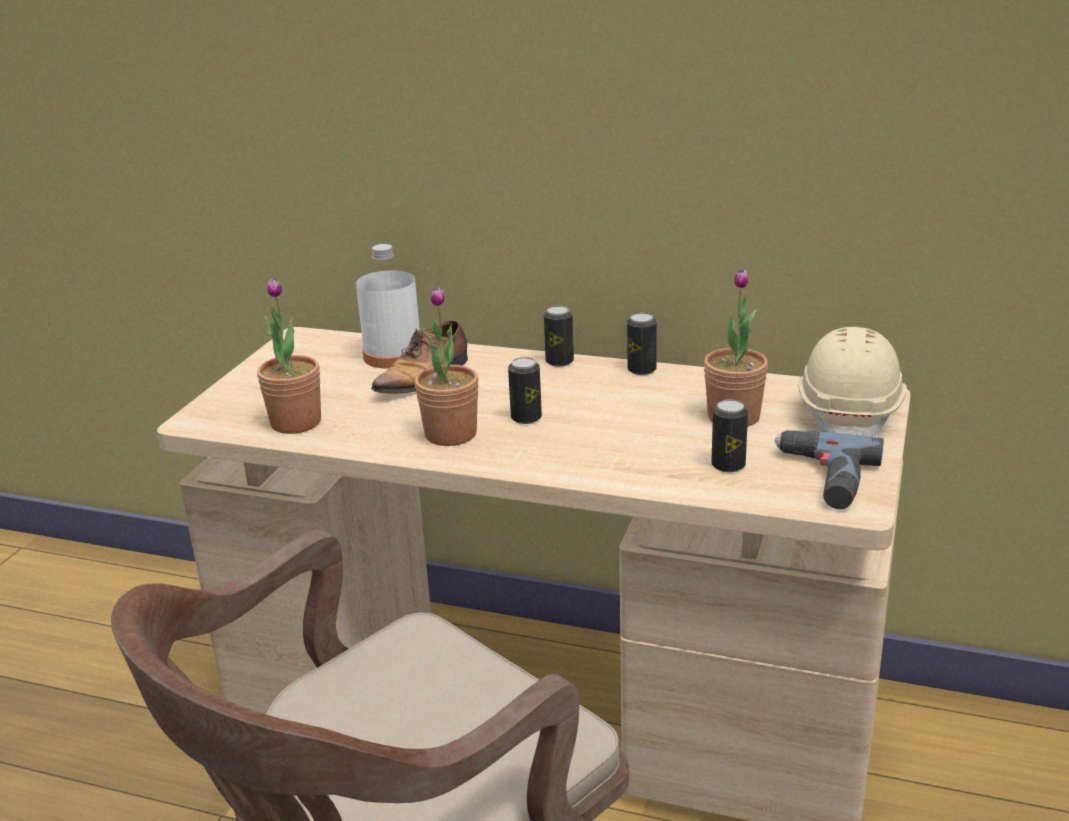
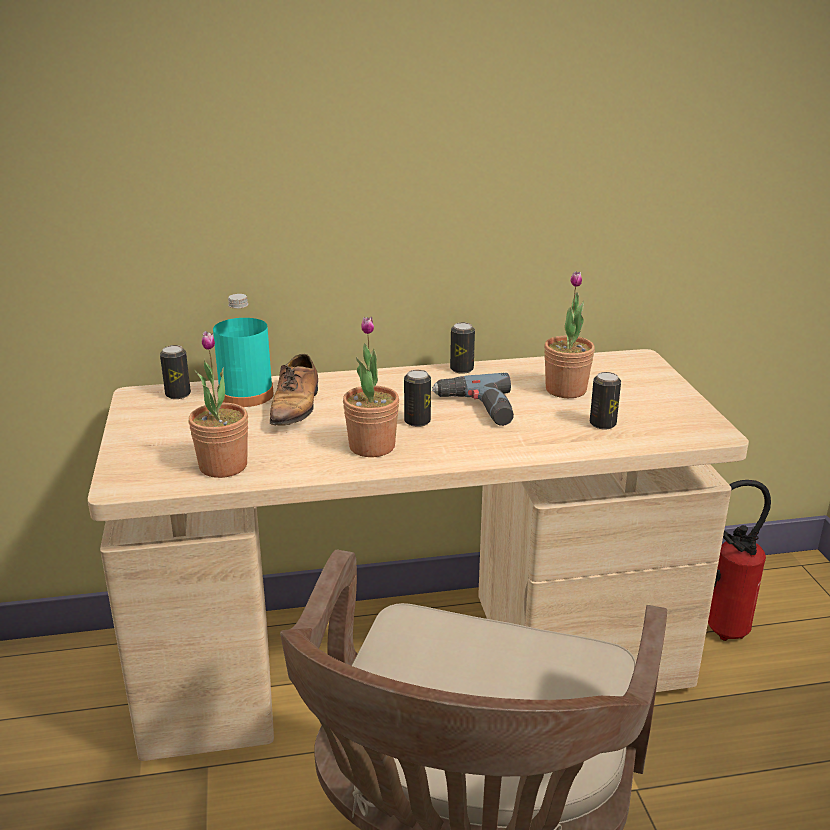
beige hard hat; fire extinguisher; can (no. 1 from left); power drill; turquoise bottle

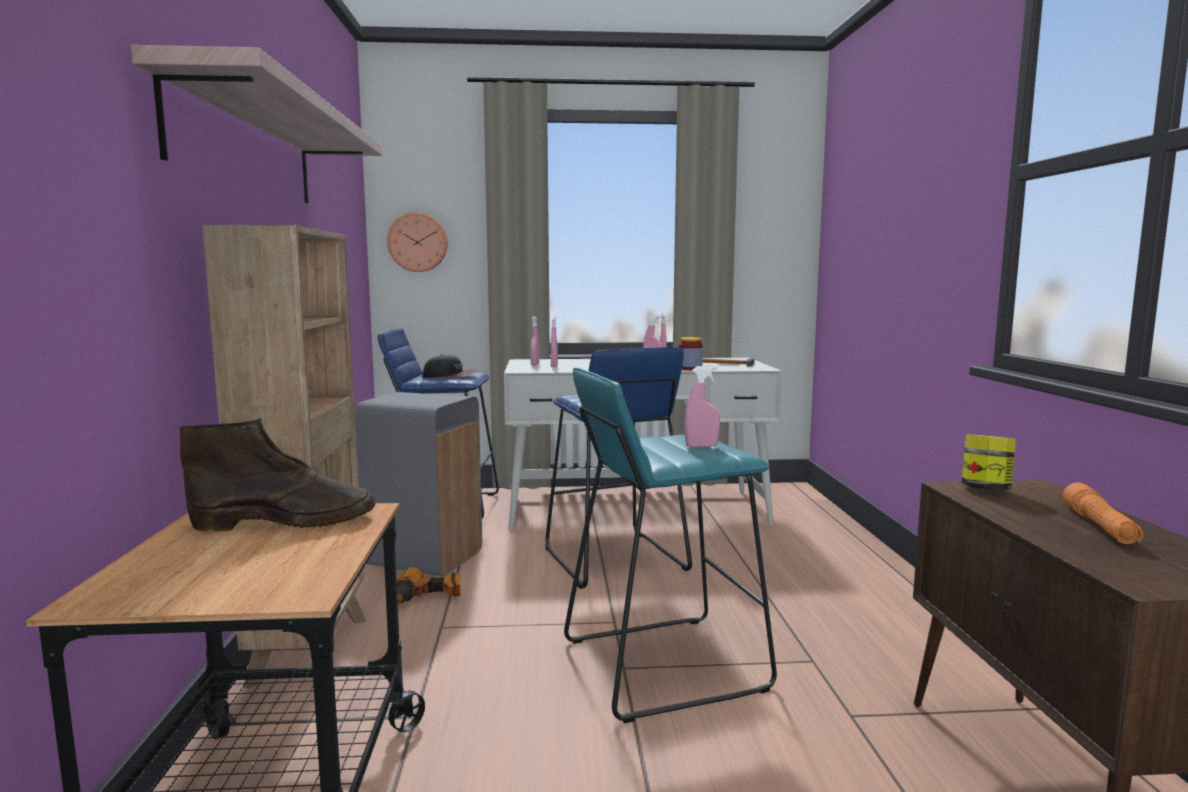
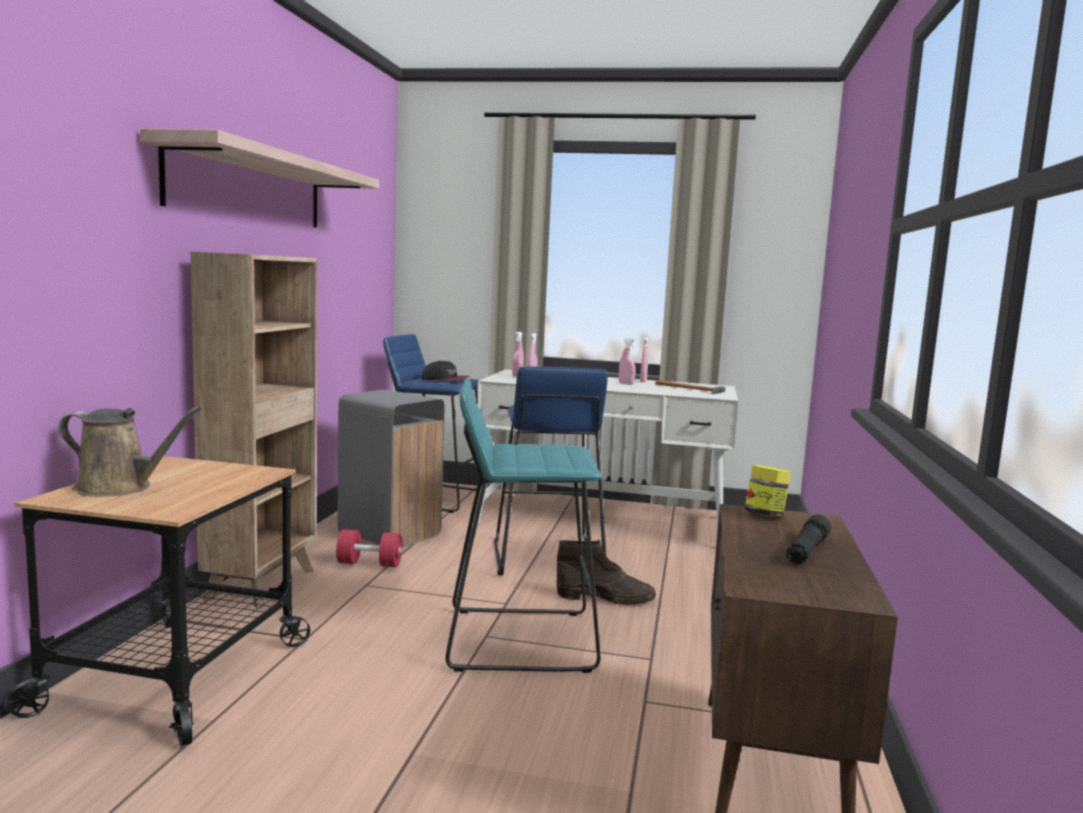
wall clock; jar (no. 1 from left in the first image); pink spray bottle (no. 5 from left in the first image); brown watering can; brown boot; red dumbbell; black flashlight

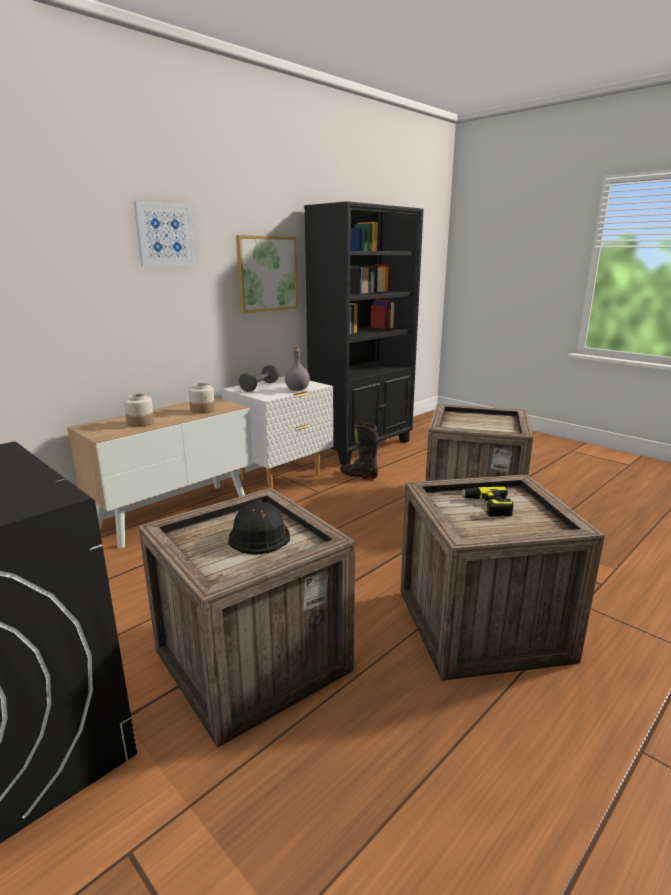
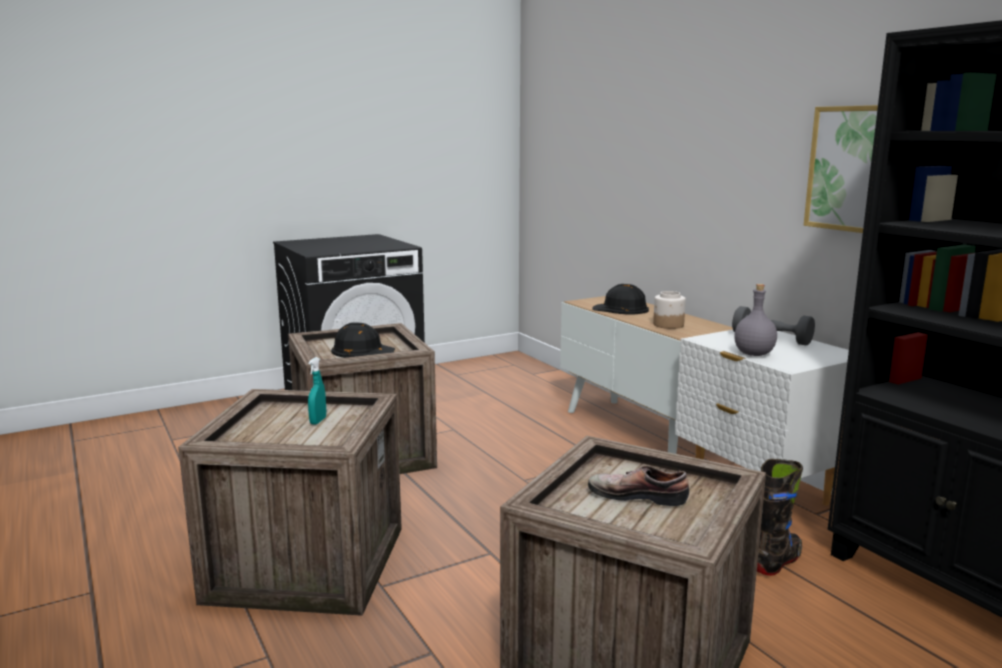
picture (no. 1 from left in the first image); shoe; black hard hat (no. 2 from left); turquoise spray bottle

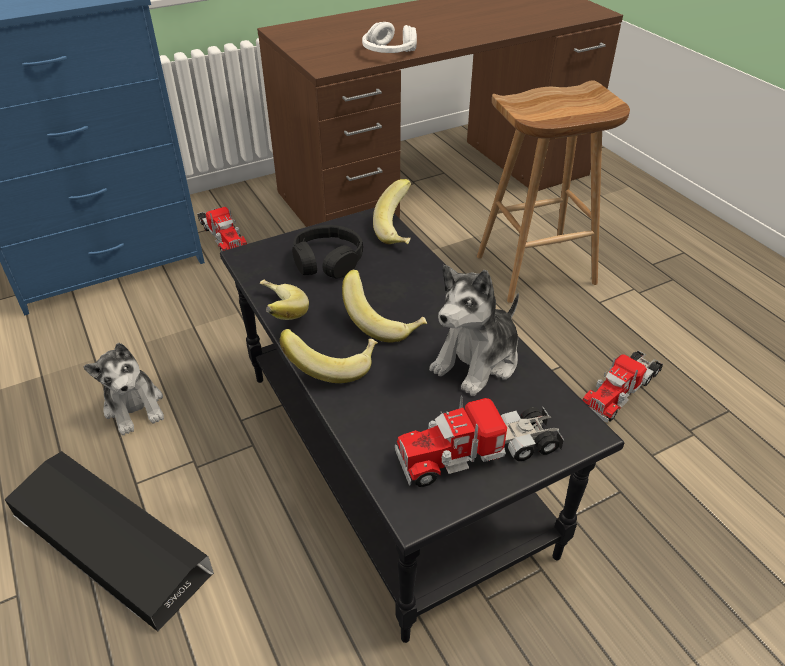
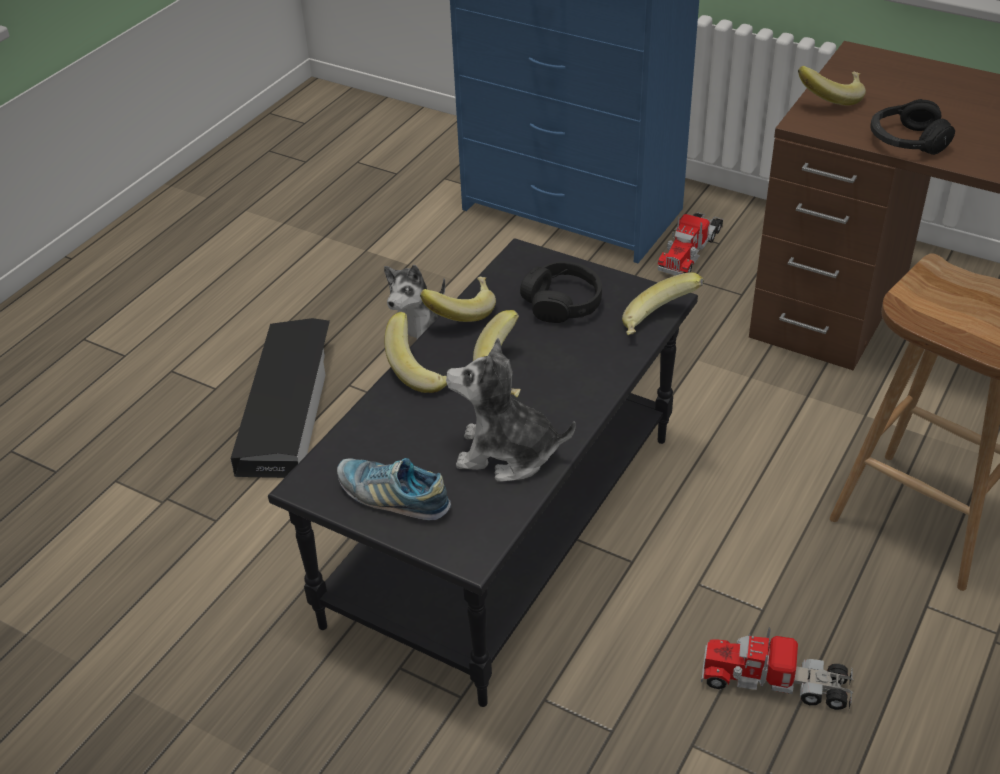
banana (no. 5 from left); shoe; black headphones (no. 2 from left)

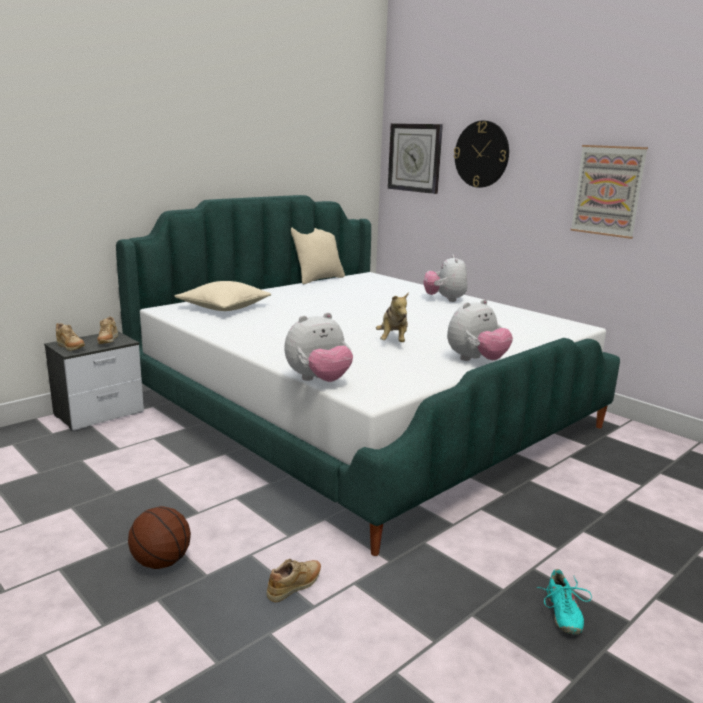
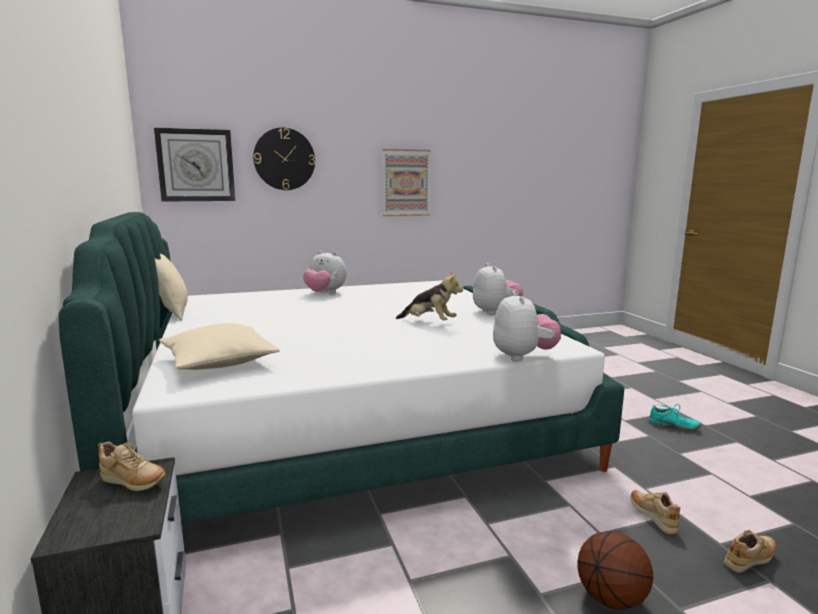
beige shoe (no. 3 from left)

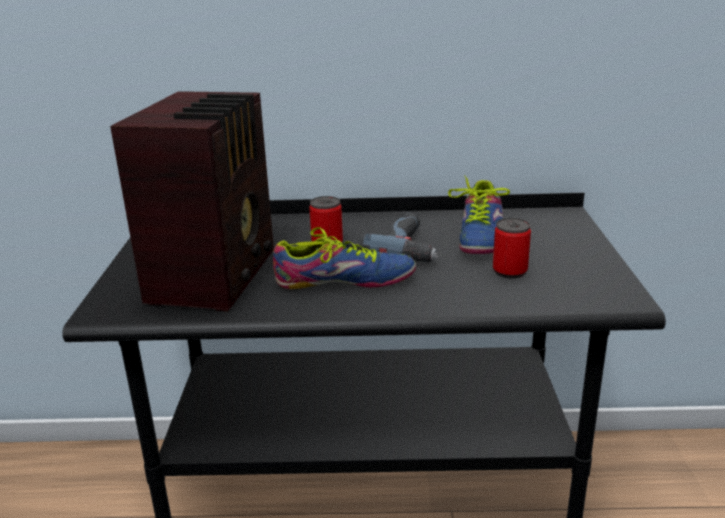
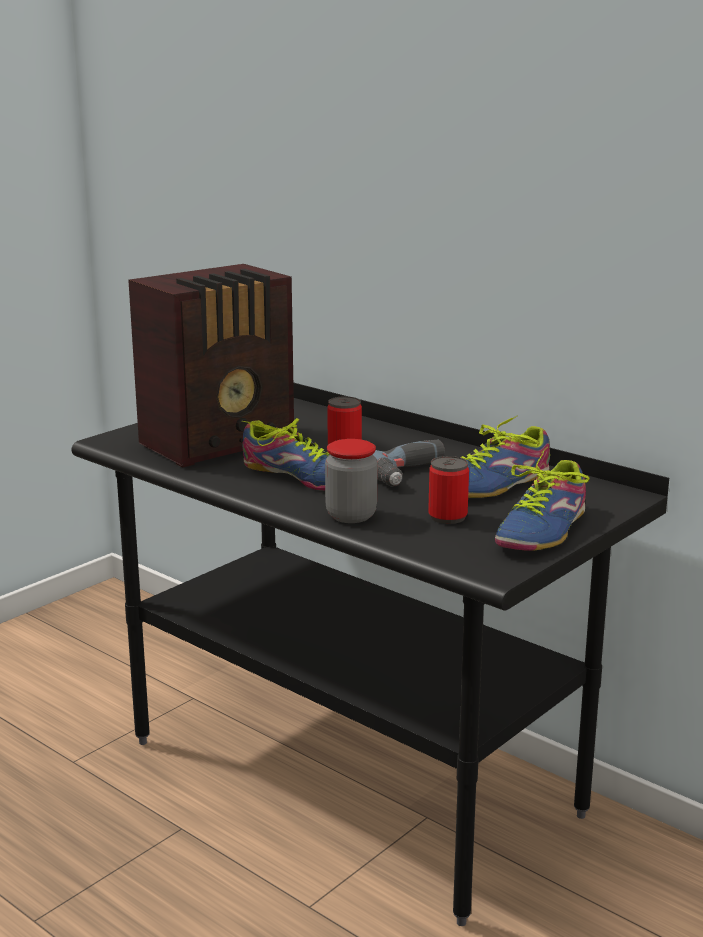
jar; shoe (no. 3 from left)

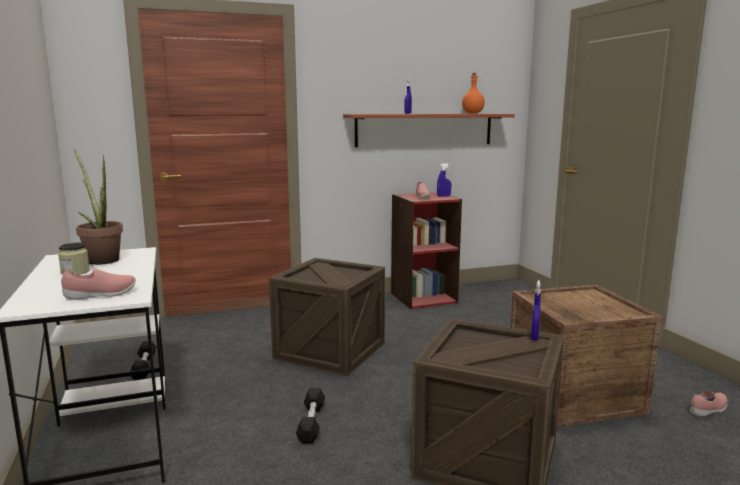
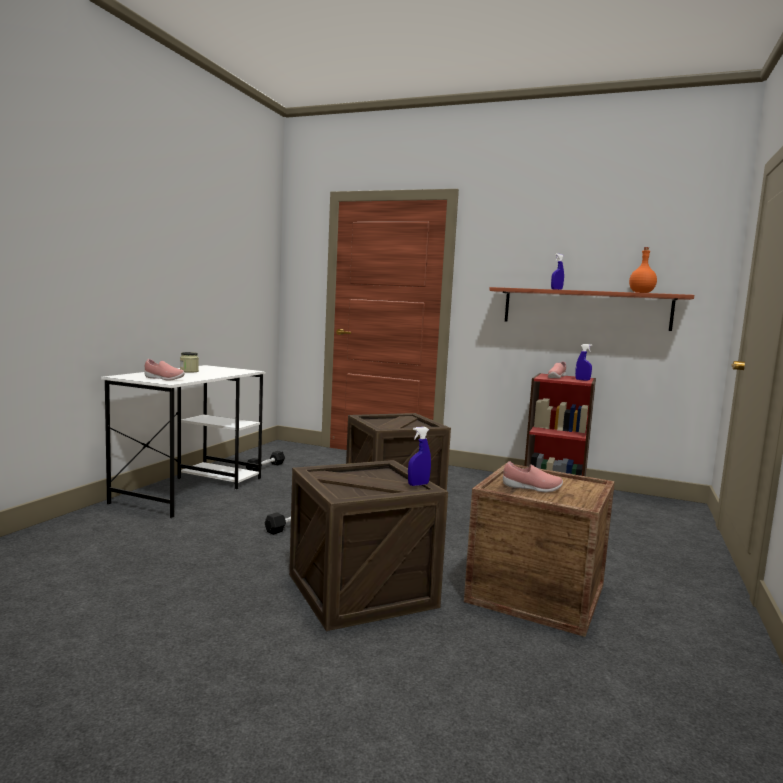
potted plant; pink shoe (no. 2 from left)

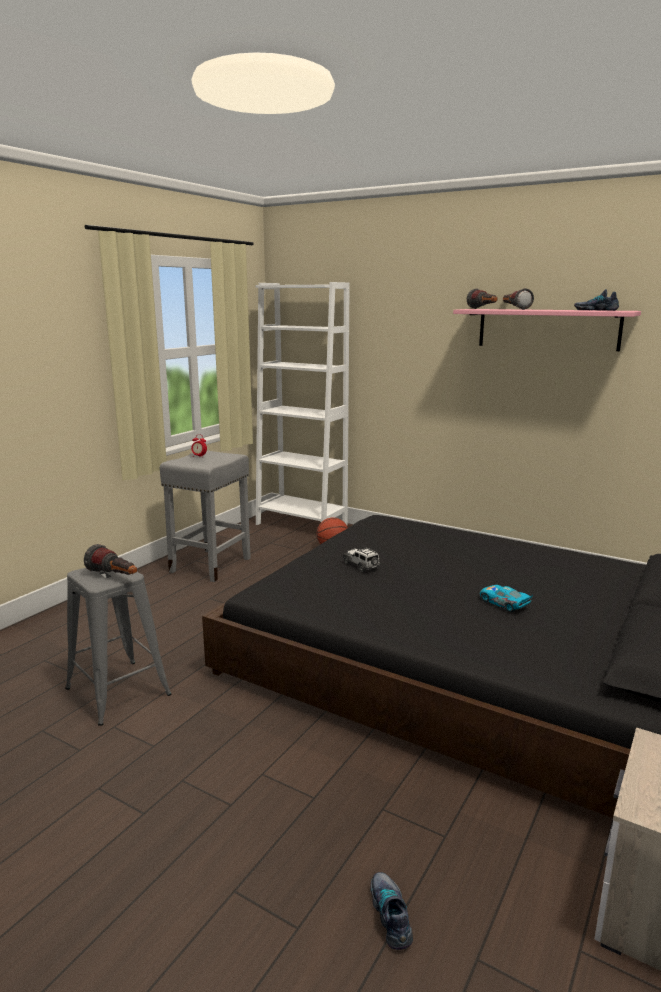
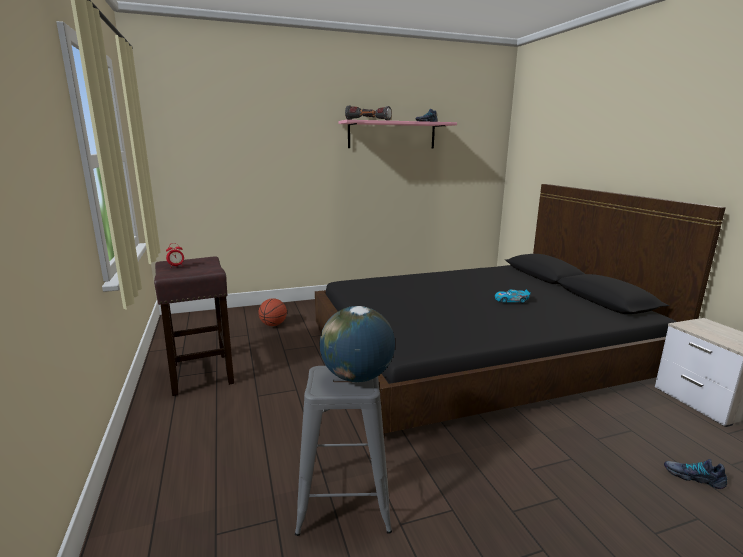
white bookcase; toy car (no. 1 from left in the first image); globe; brown stool

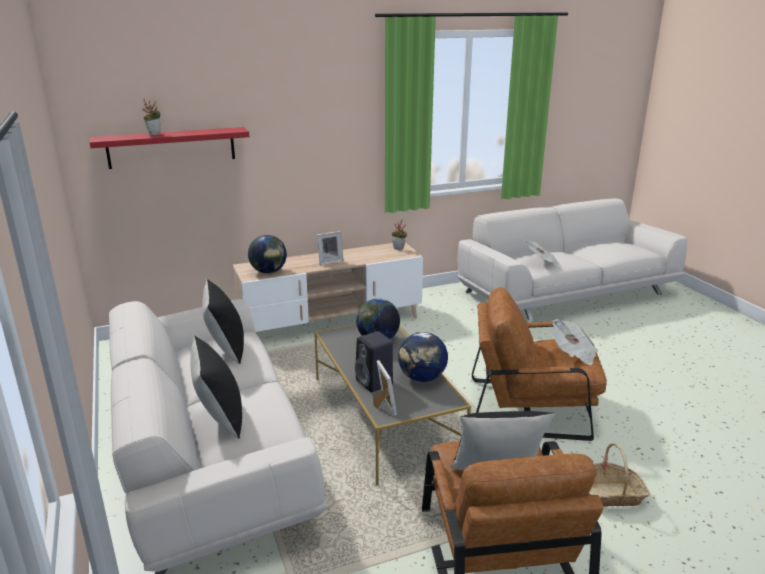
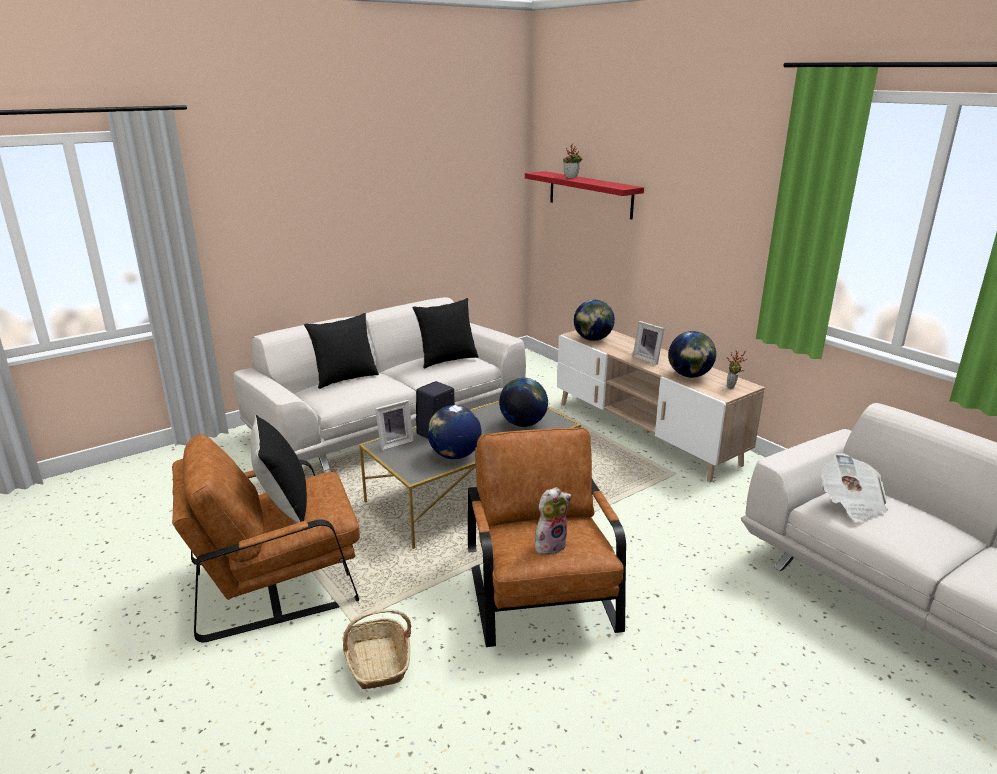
globe (no. 4 from left); plush toy

